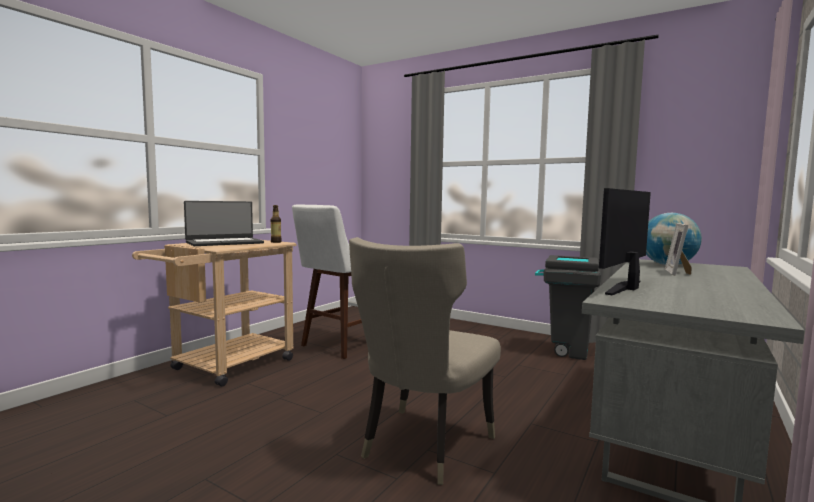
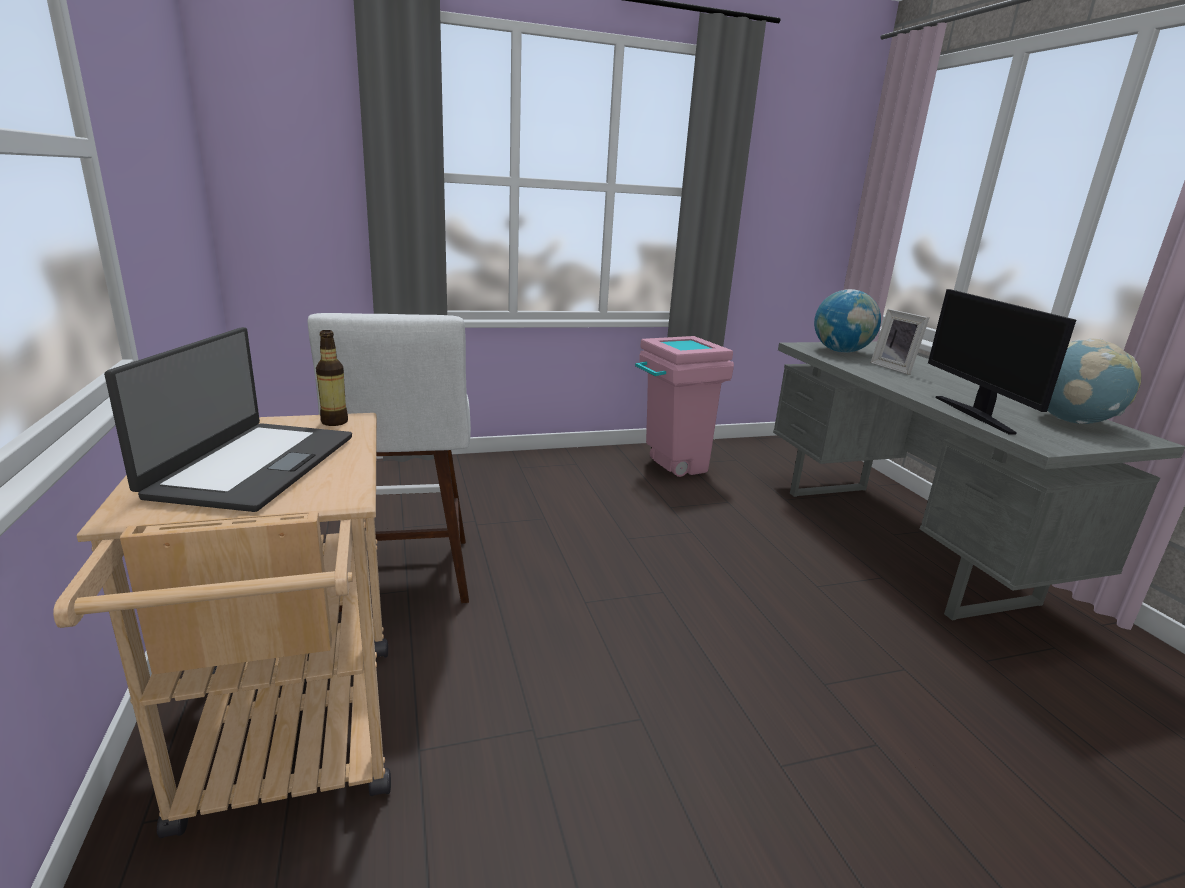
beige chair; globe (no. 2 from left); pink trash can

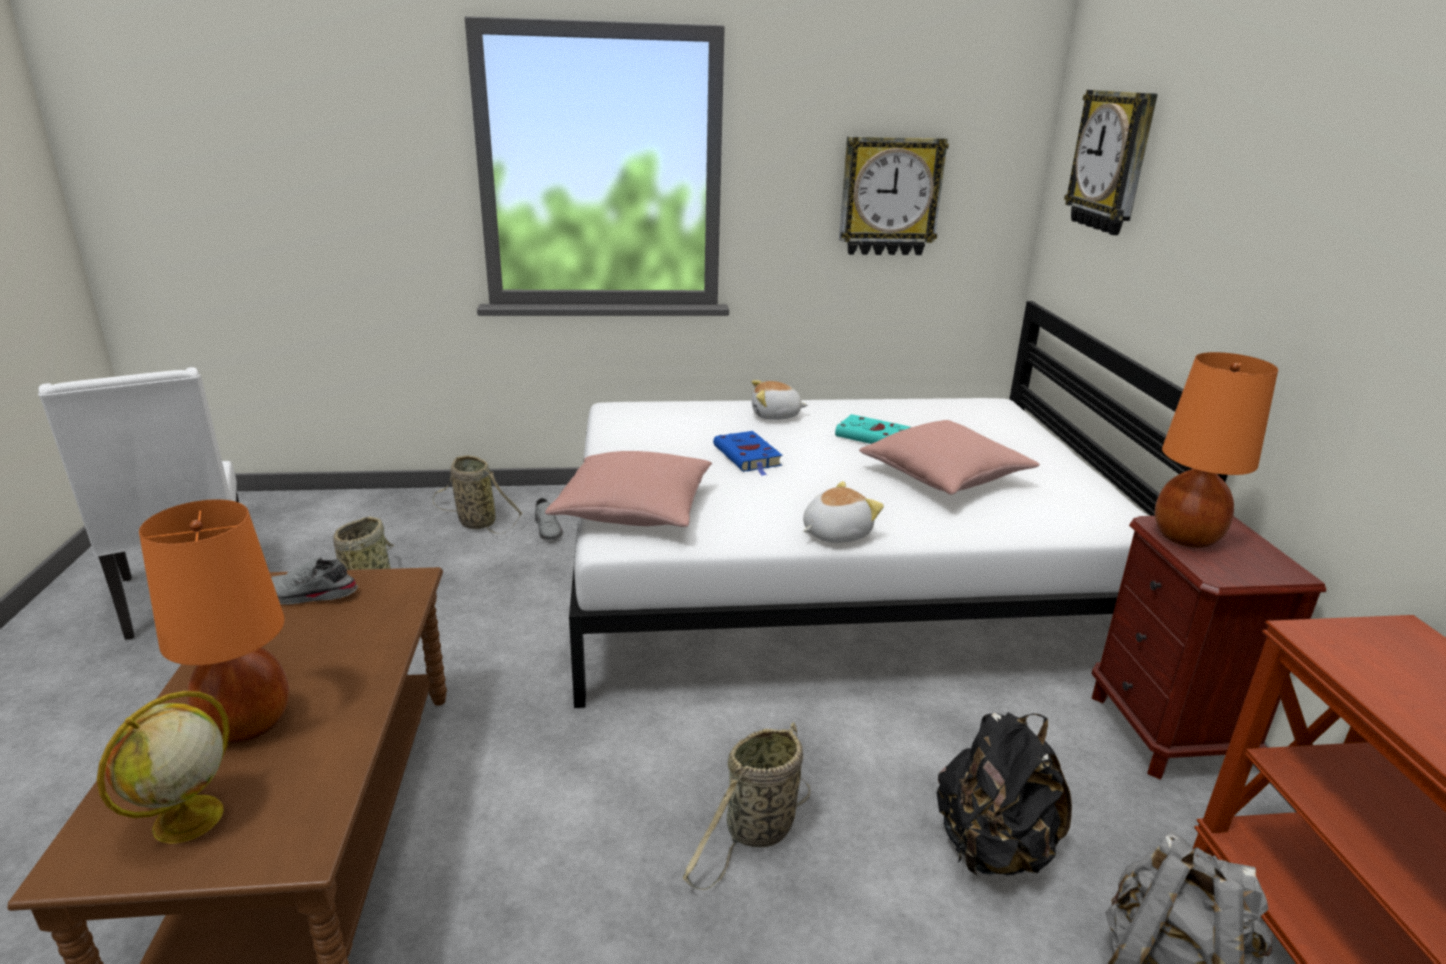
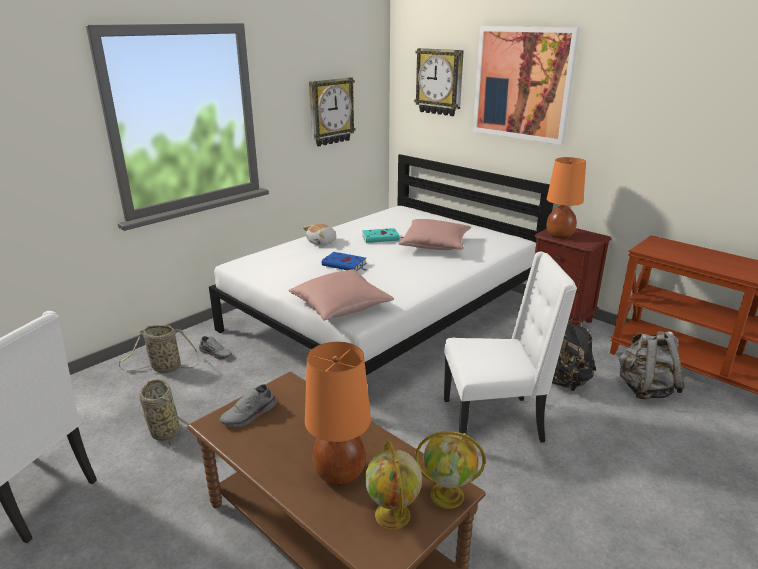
plush toy (no. 2 from left in the first image); globe (no. 2 from left); picture; white chair (no. 2 from left)

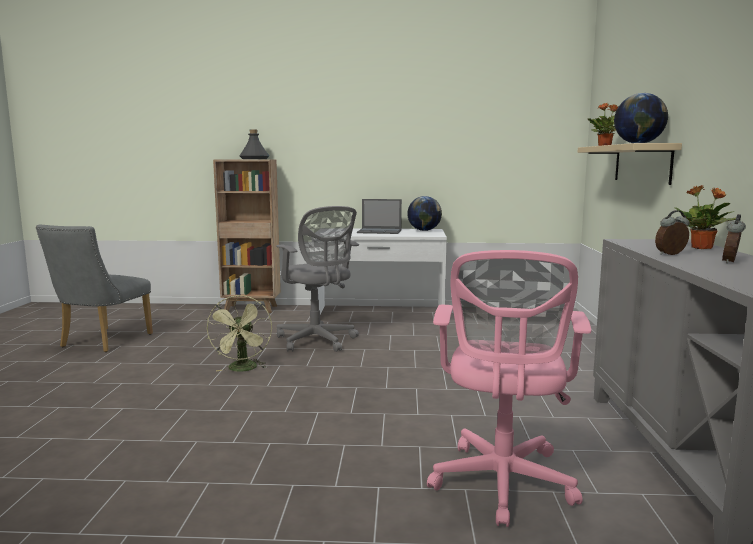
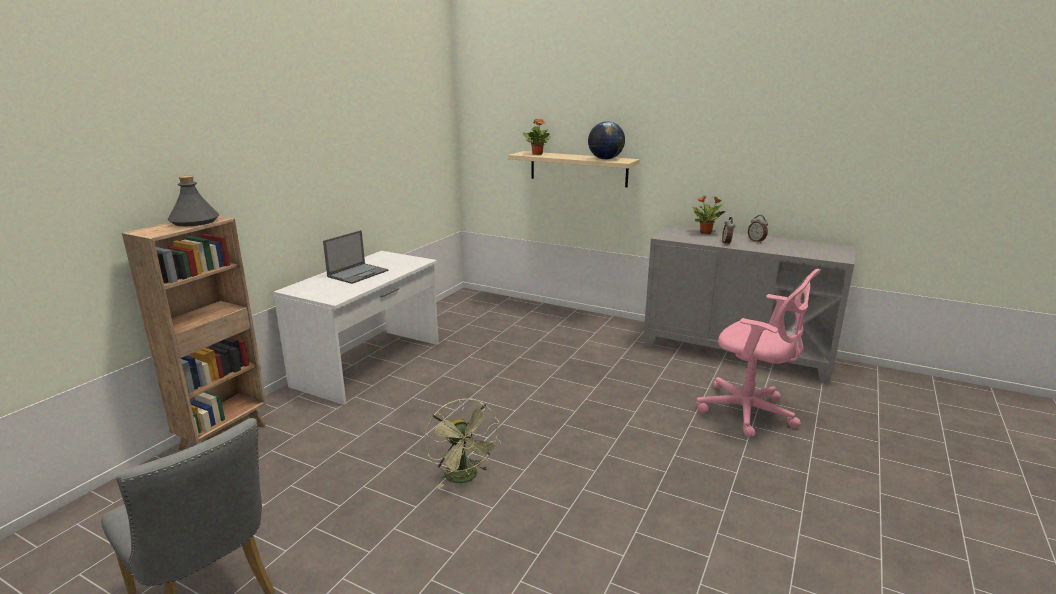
grey office chair; globe (no. 1 from left in the first image); green fan

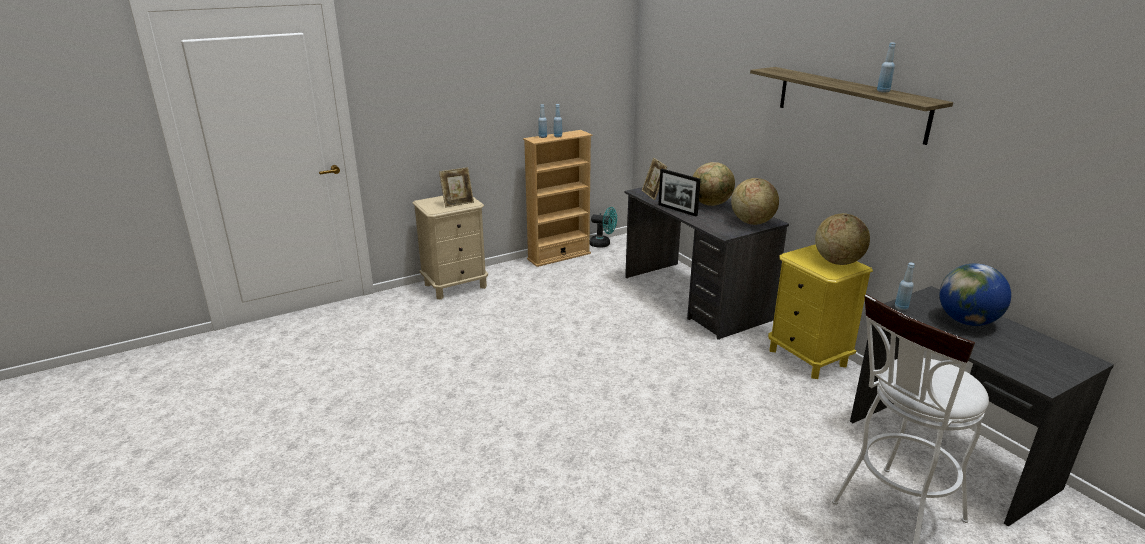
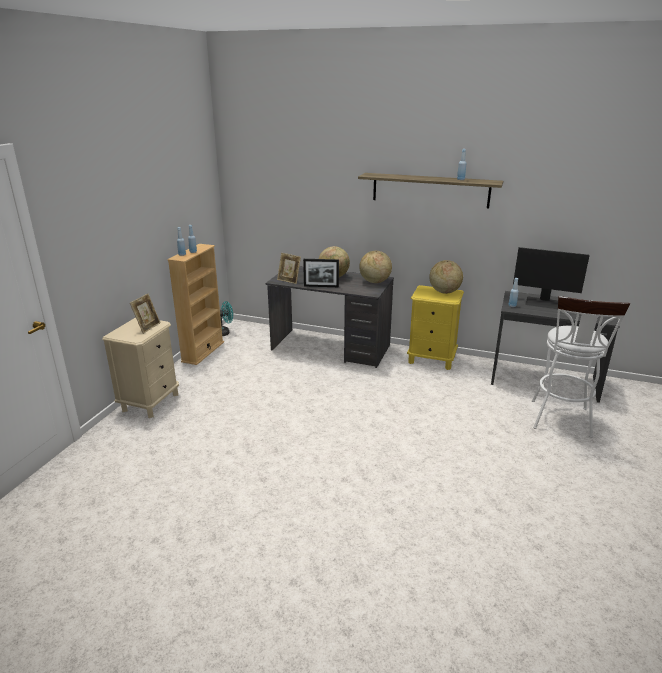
monitor

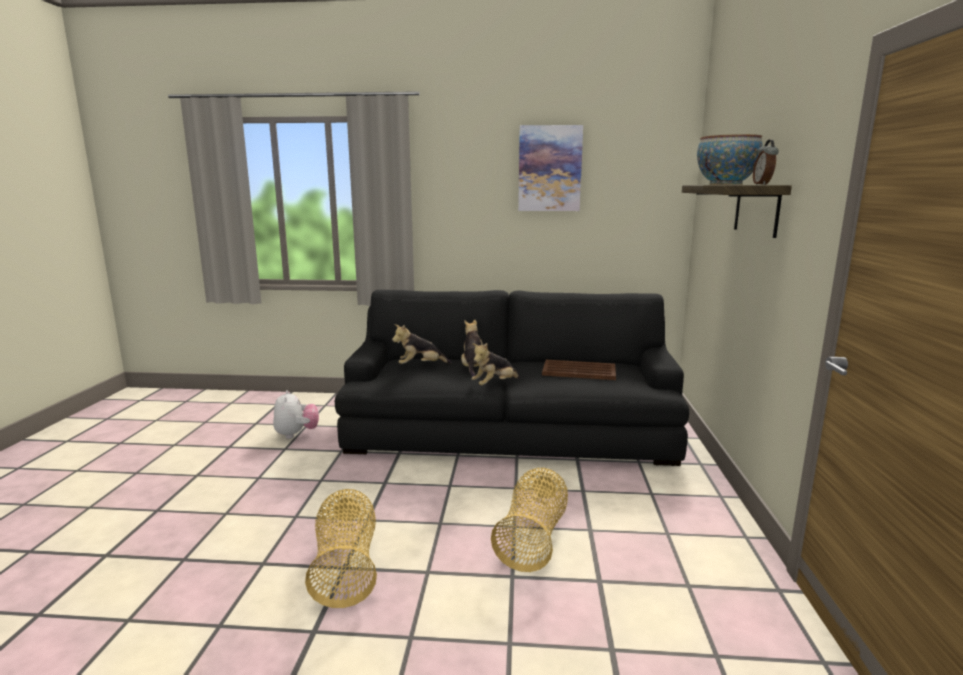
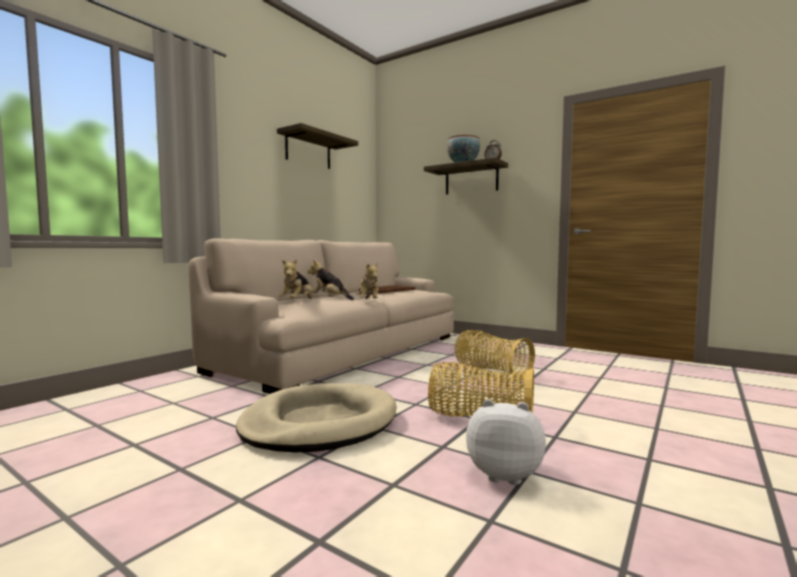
beige dog bed; plush toy (no. 4 from left); shelf (no. 1 from left); beige sofa

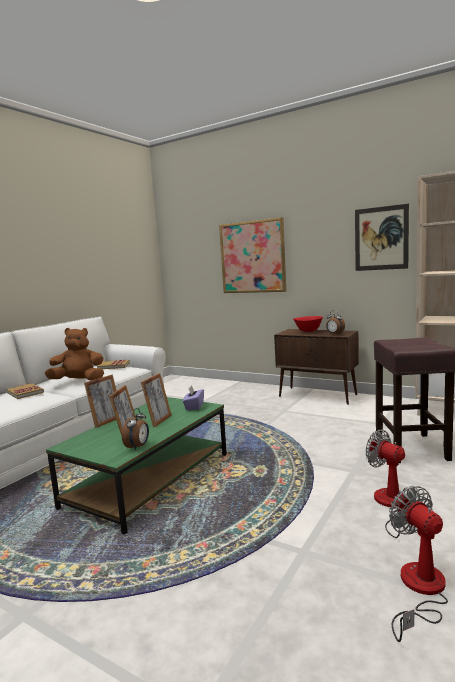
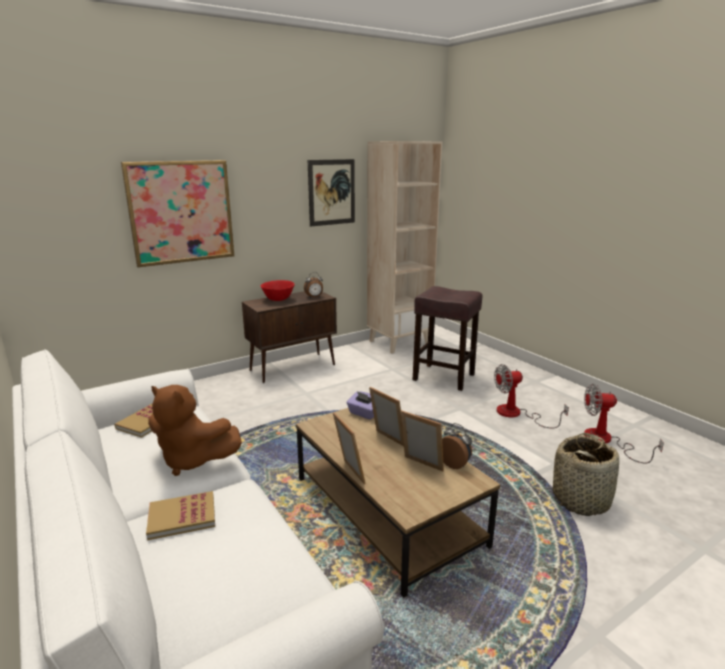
basket; brown coffee table; brown plush toy

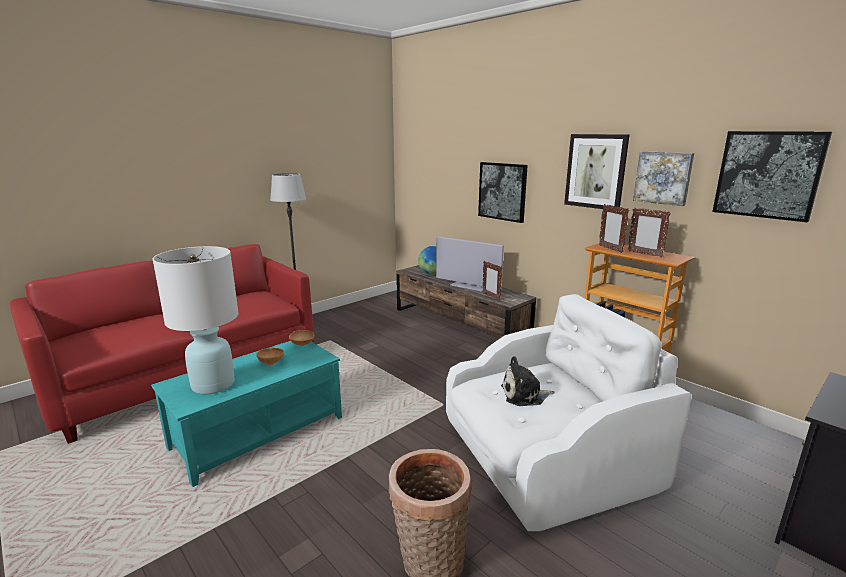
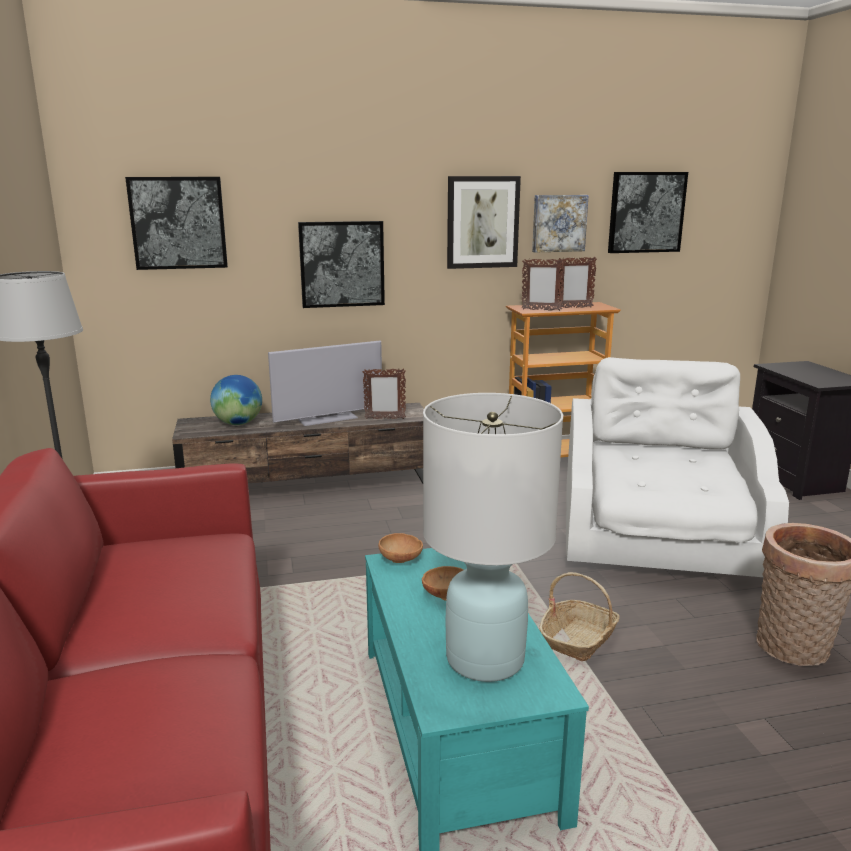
plush toy; picture (no. 1 from left); basket (no. 1 from left)

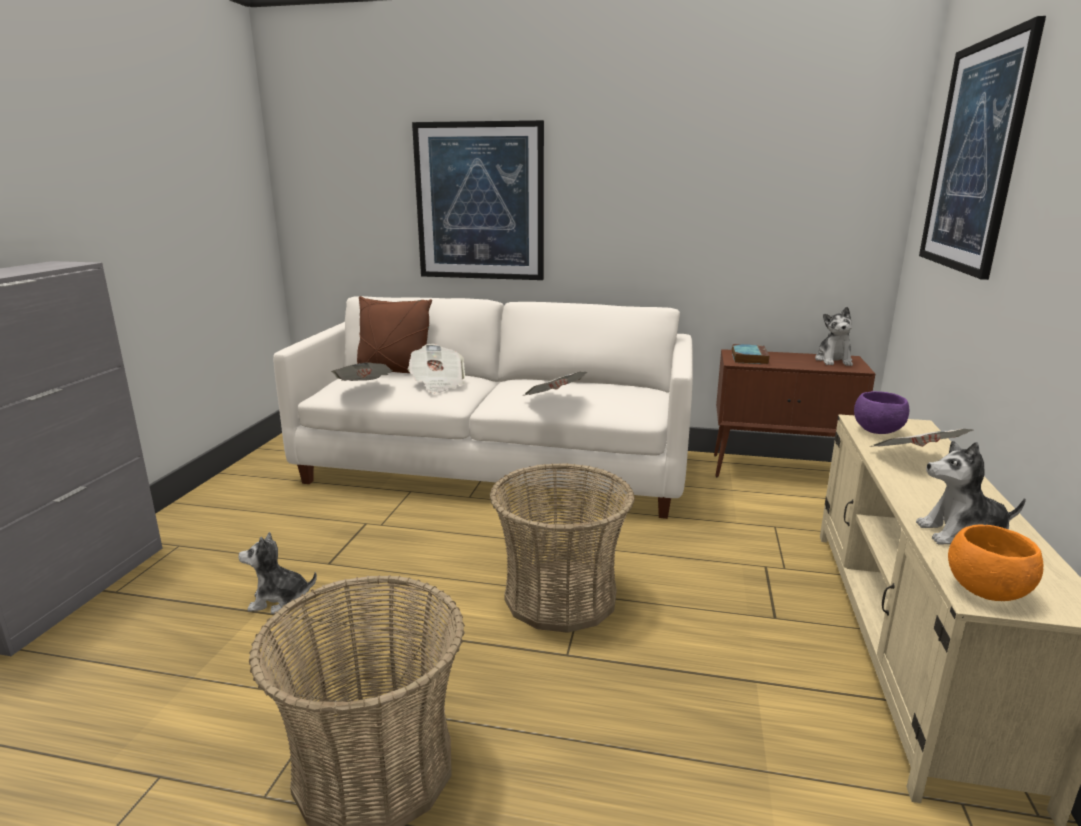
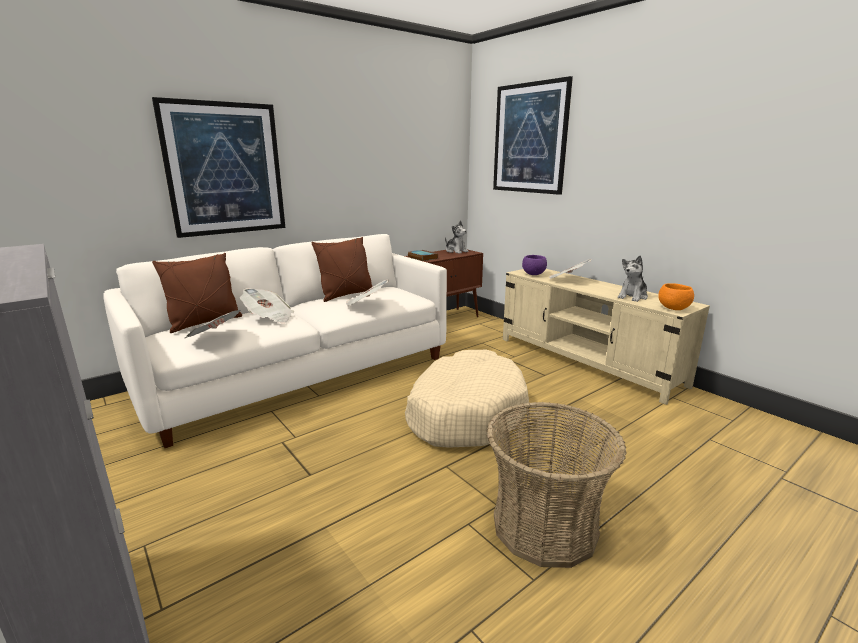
plush toy (no. 1 from left in the first image); brown pillow (no. 2 from left); beige dog bed

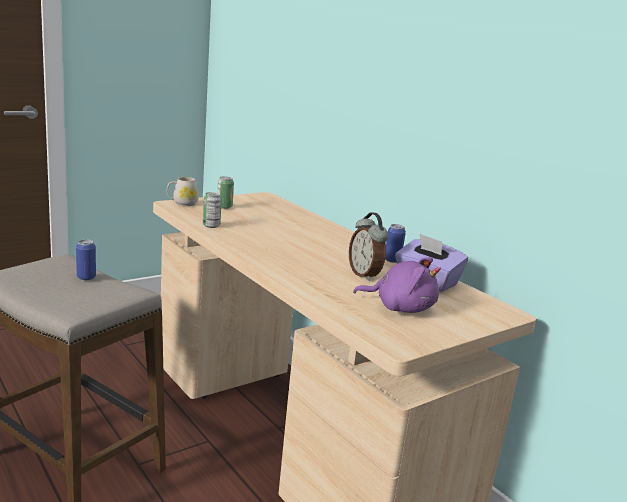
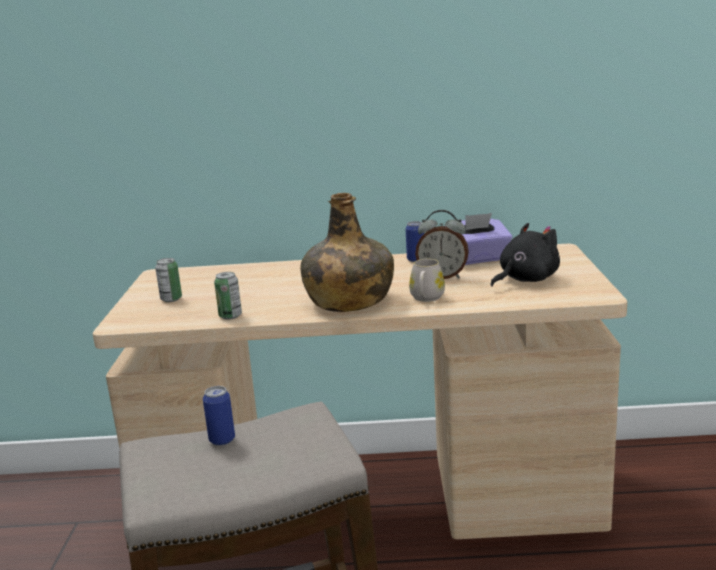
green bottle; white mug; black plush toy

